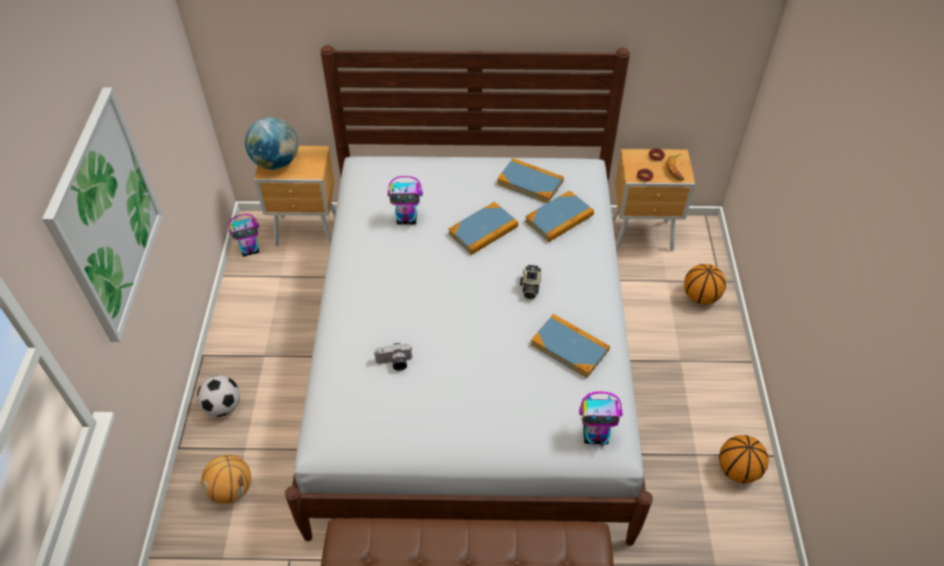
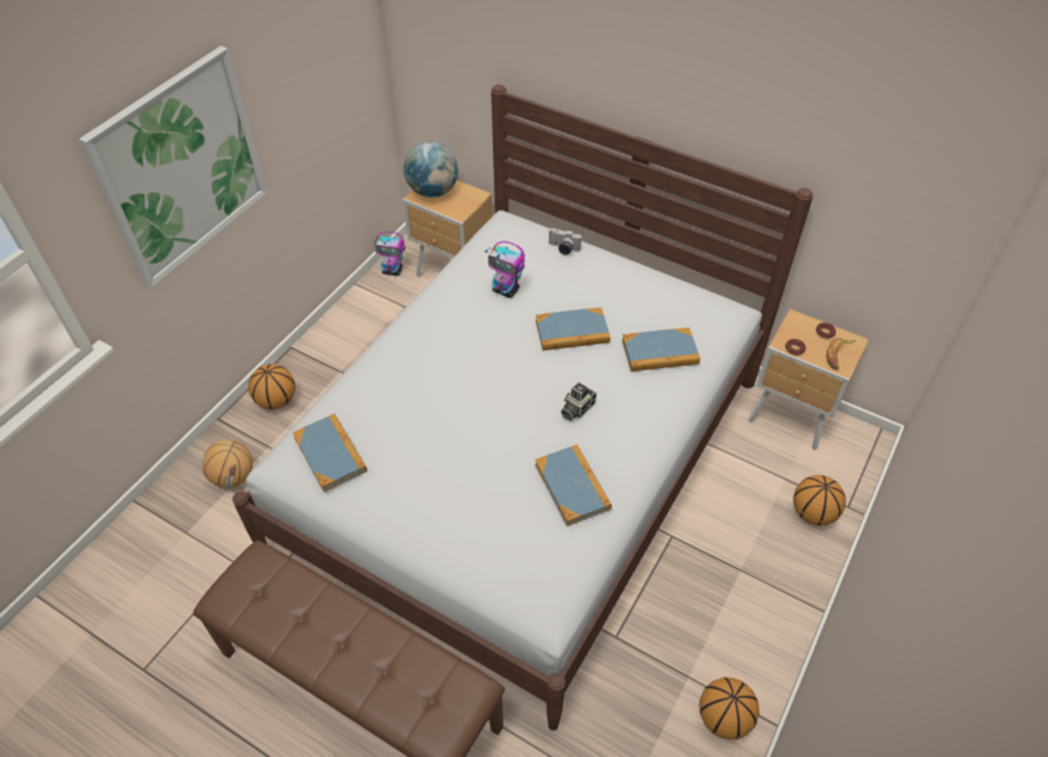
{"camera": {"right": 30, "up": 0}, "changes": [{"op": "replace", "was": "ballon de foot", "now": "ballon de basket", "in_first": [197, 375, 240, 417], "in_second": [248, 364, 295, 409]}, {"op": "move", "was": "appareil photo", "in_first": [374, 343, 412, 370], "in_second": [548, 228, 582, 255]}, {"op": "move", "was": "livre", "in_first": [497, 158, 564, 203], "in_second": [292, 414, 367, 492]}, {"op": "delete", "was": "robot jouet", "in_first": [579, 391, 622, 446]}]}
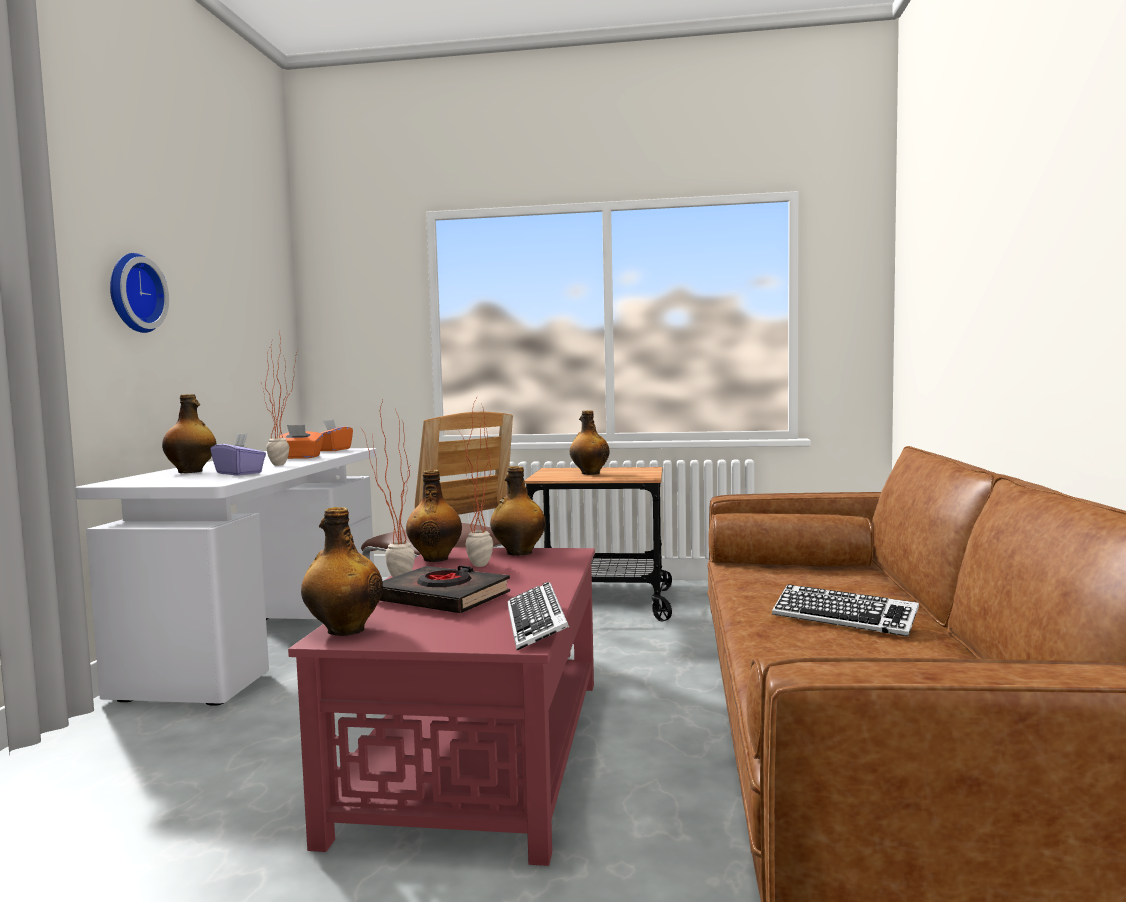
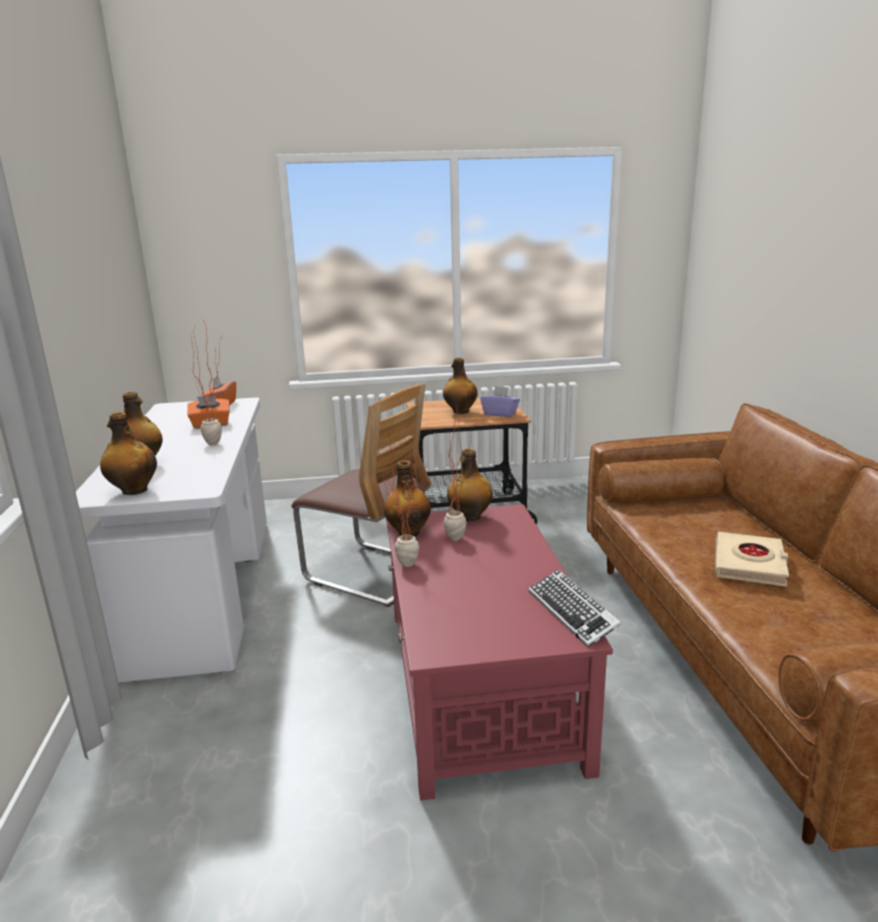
{"camera": {"right": -15, "up": 15}, "changes": [{"op": "delete", "was": "horloge murale", "in_first": [110, 253, 169, 333]}, {"op": "move", "was": "boîte à mouchoirs (violet)", "in_first": [210, 433, 266, 476], "in_second": [480, 386, 520, 417]}, {"op": "move", "was": "bouteille", "in_first": [301, 507, 383, 636], "in_second": [100, 412, 157, 495]}, {"op": "delete", "was": "livre (noir)", "in_first": [379, 565, 510, 613]}, {"op": "replace", "was": "clavier", "now": "livre (beige)", "in_first": [772, 584, 919, 637], "in_second": [715, 532, 789, 587]}]}
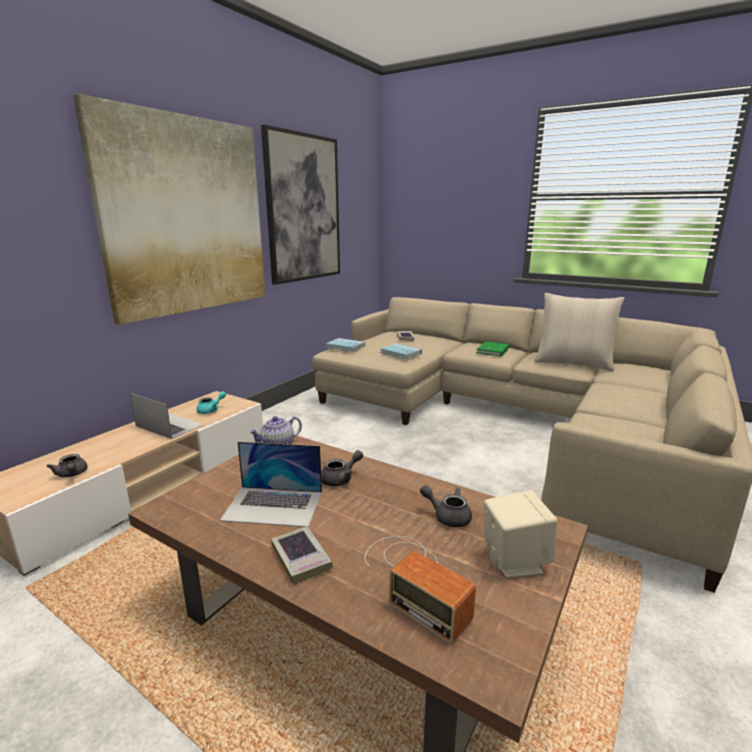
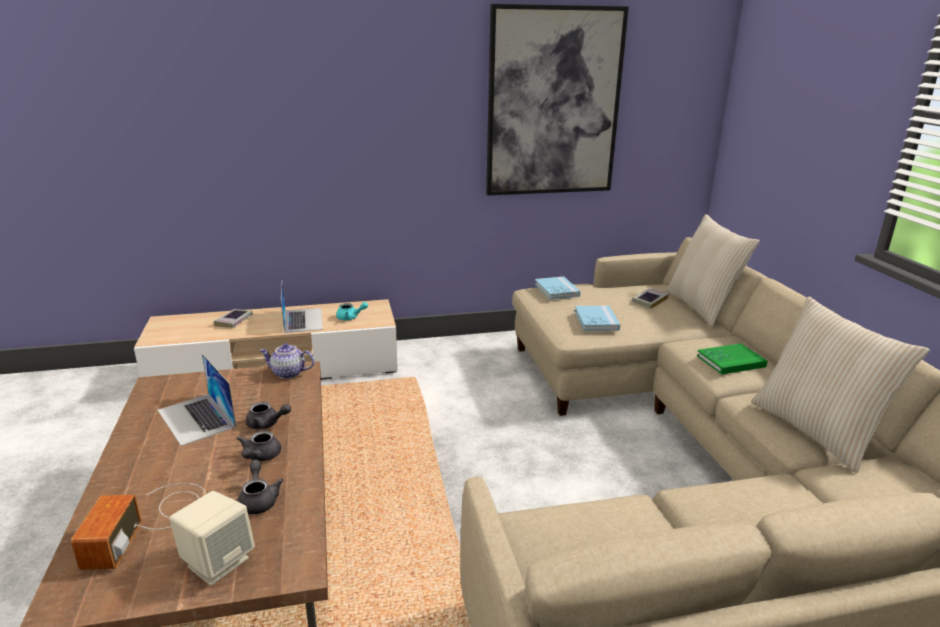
{"camera": {"right": 45, "up": 5}, "changes": [{"op": "move", "was": "théière (gris)", "in_first": [46, 454, 88, 477], "in_second": [237, 431, 281, 461]}, {"op": "delete", "was": "tableau", "in_first": [73, 94, 265, 325]}, {"op": "move", "was": "livre", "in_first": [271, 526, 333, 585], "in_second": [214, 309, 253, 328]}, {"op": "insert", "now": "coussin (beige)", "in_second": [666, 214, 760, 327]}]}
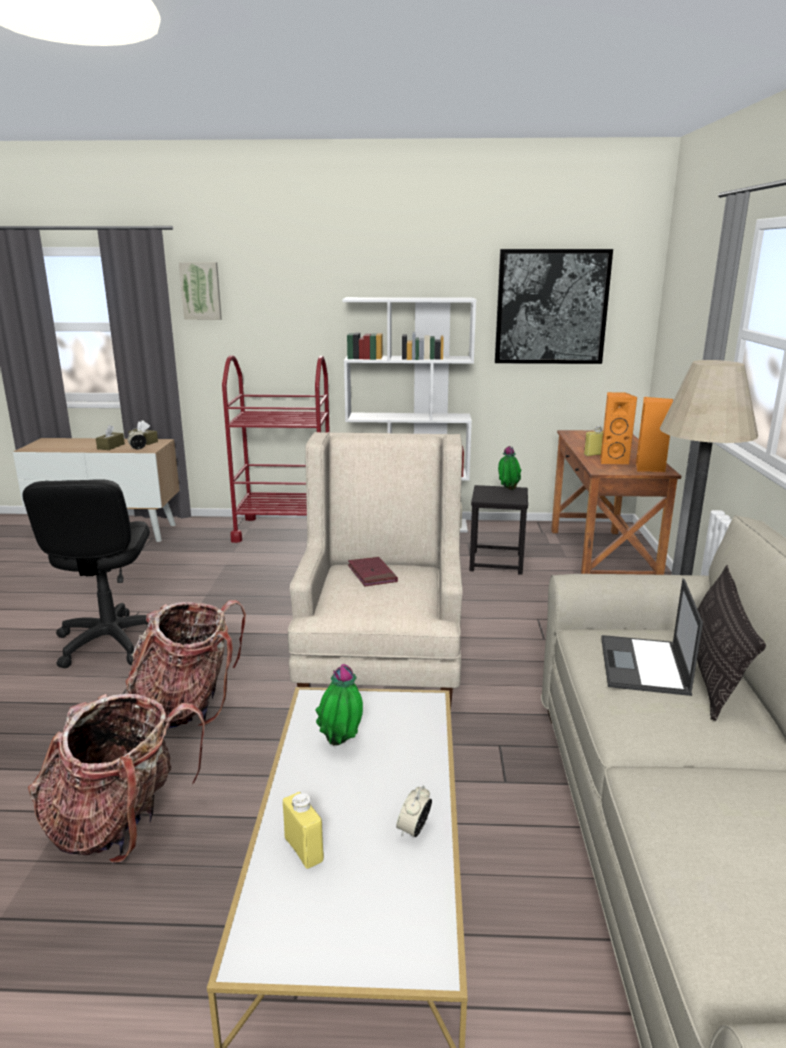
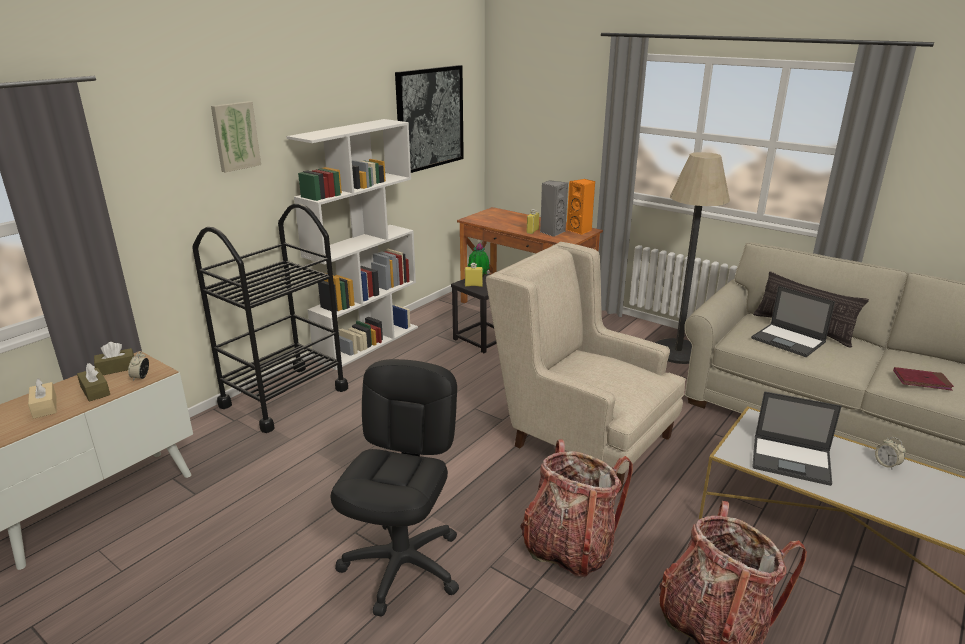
{"camera": {"right": -55, "up": 5}, "changes": [{"op": "rotate", "was": "chaise de bureau (noir)", "in_first": [22, 479, 150, 668], "in_second": [331, 359, 459, 617], "clockwise": -105}, {"op": "move", "was": "tableau", "in_first": [179, 262, 222, 320], "in_second": [211, 101, 261, 172]}, {"op": "recolor", "was": "chariot (rouge)", "now": "chariot (noir)", "in_first": [222, 355, 330, 543], "in_second": [192, 203, 348, 433]}, {"op": "move", "was": "bouteille (jaune)", "in_first": [283, 792, 324, 869], "in_second": [465, 263, 483, 287]}, {"op": "replace", "was": "plante en pot", "now": "ordinateur portable", "in_first": [315, 664, 363, 746], "in_second": [752, 391, 842, 486]}, {"op": "move", "was": "livre (rouge)", "in_first": [348, 557, 398, 586], "in_second": [893, 367, 954, 391]}, {"op": "recolor", "was": "enceinte (orange)", "now": "enceinte (gris)", "in_first": [601, 392, 637, 464], "in_second": [540, 180, 568, 237]}, {"op": "insert", "now": "boîte à mouchoirs (beige)", "in_second": [28, 378, 57, 419]}]}
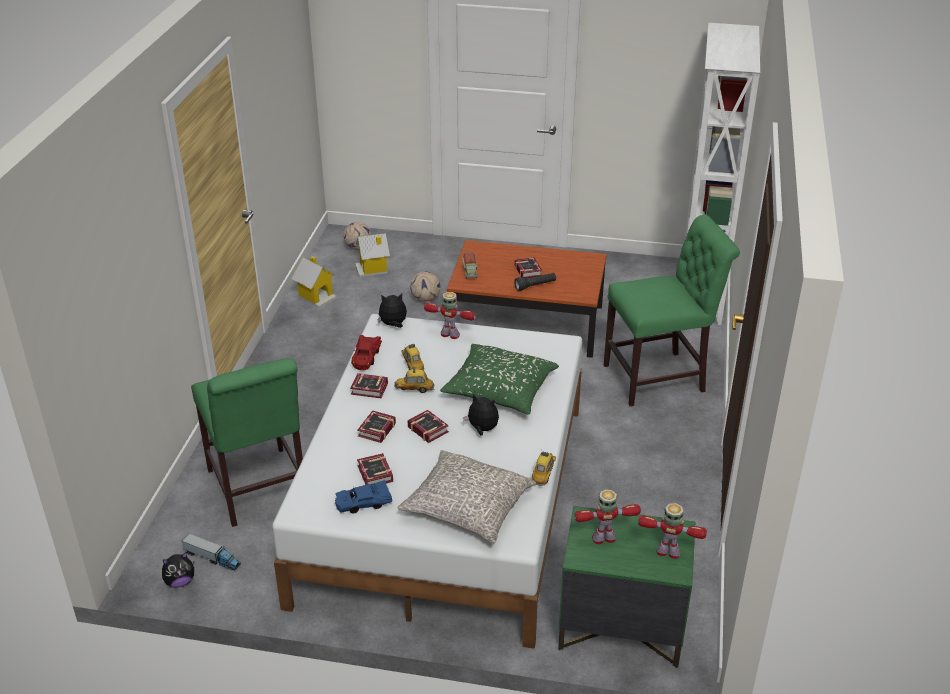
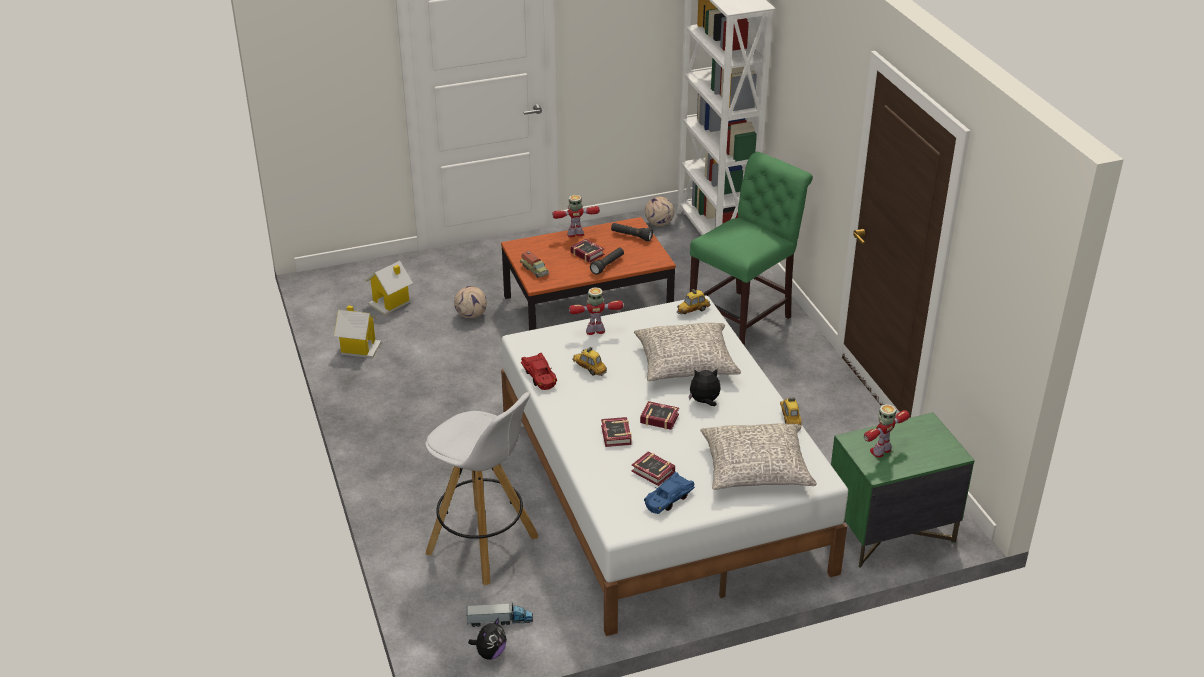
{"camera": {"right": -30, "up": 0}, "changes": [{"op": "replace", "was": "chaise (vert)", "now": "tabouret (blanc)", "in_first": [191, 358, 303, 527], "in_second": [425, 392, 538, 586]}, {"op": "move", "was": "ballon de foot", "in_first": [343, 222, 372, 250], "in_second": [645, 197, 674, 226]}, {"op": "delete", "was": "livre", "in_first": [350, 373, 388, 398]}, {"op": "delete", "was": "peluche", "in_first": [377, 294, 407, 328]}, {"op": "move", "was": "petite voiture", "in_first": [394, 367, 434, 393], "in_second": [677, 289, 710, 314]}, {"op": "recolor", "was": "coussin (vert)", "now": "coussin (gris)", "in_first": [440, 344, 559, 415], "in_second": [634, 323, 741, 381]}, {"op": "move", "was": "robot jouet", "in_first": [638, 503, 707, 559], "in_second": [552, 195, 600, 238]}, {"op": "insert", "now": "lampe de poche (noir)", "in_second": [611, 223, 653, 241]}]}
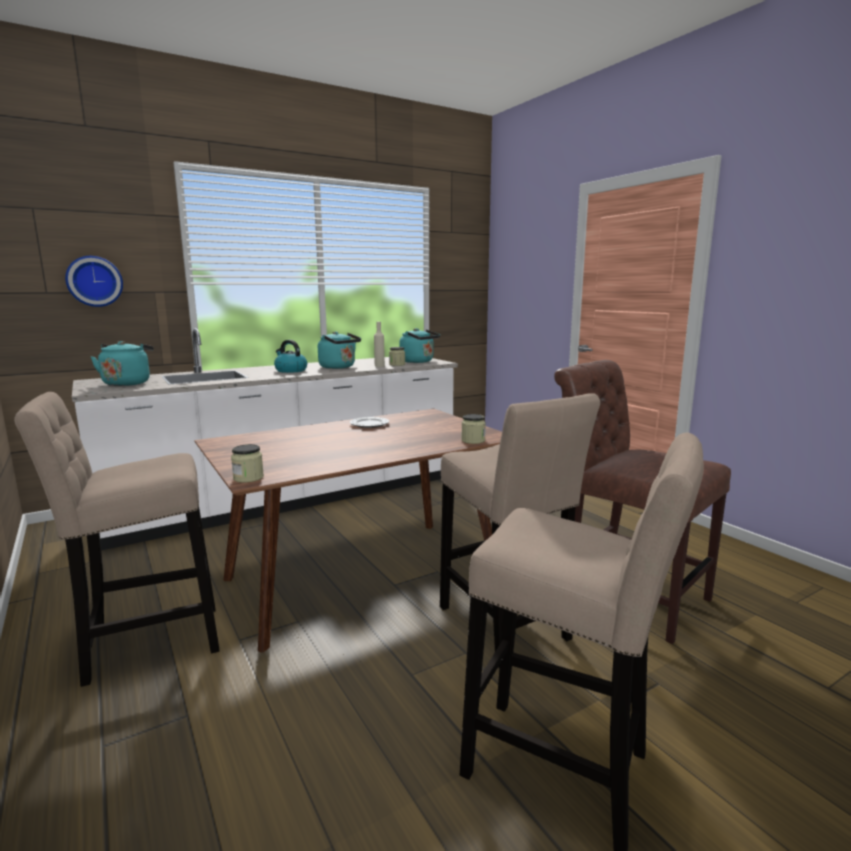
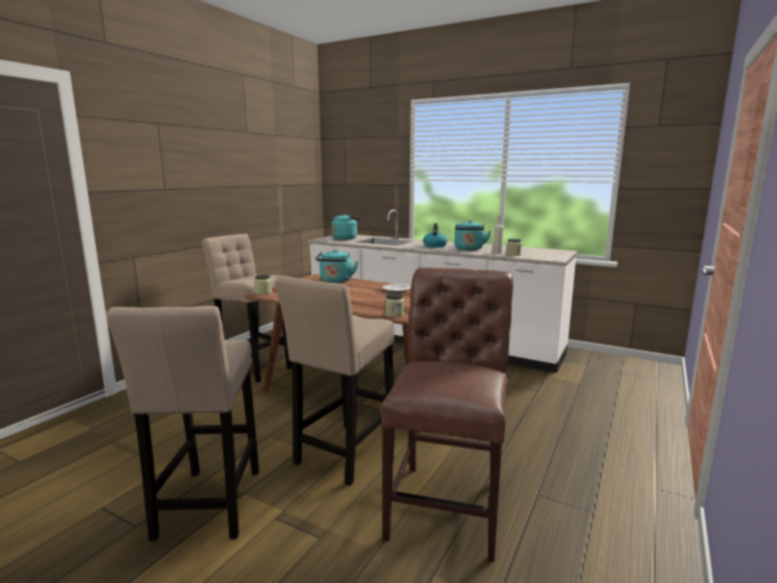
{"camera": {"right": 60, "up": 0}, "changes": [{"op": "delete", "was": "horloge murale", "in_first": [65, 256, 123, 307]}, {"op": "move", "was": "bouilloire (turquoise)", "in_first": [399, 328, 440, 363], "in_second": [316, 249, 359, 283]}]}
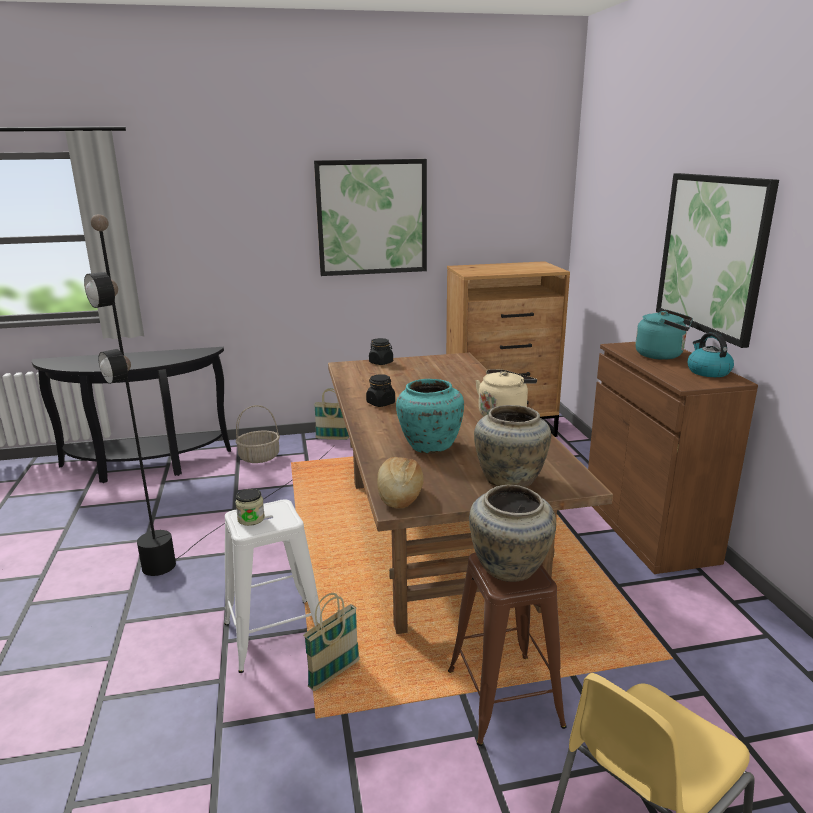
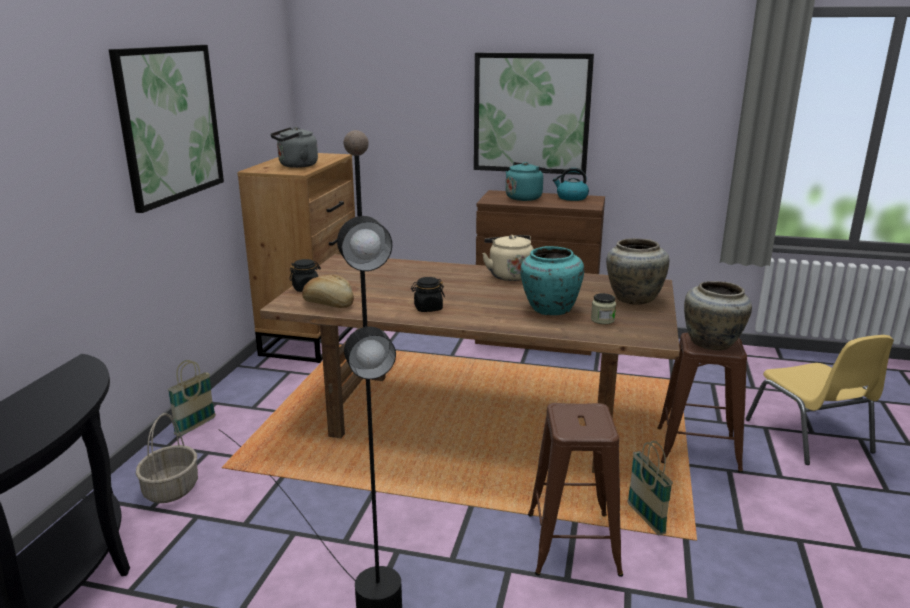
{"camera": {"right": -65, "up": 0}, "changes": [{"op": "recolor", "was": "tabouret (blanc)", "now": "tabouret (marron)", "in_first": [224, 500, 323, 673], "in_second": [528, 403, 623, 577]}, {"op": "move", "was": "bocal", "in_first": [235, 489, 265, 526], "in_second": [591, 293, 616, 324]}, {"op": "move", "was": "pain", "in_first": [377, 457, 424, 508], "in_second": [302, 275, 354, 308]}, {"op": "insert", "now": "bouilloire (gris)", "in_second": [270, 127, 318, 168]}]}
